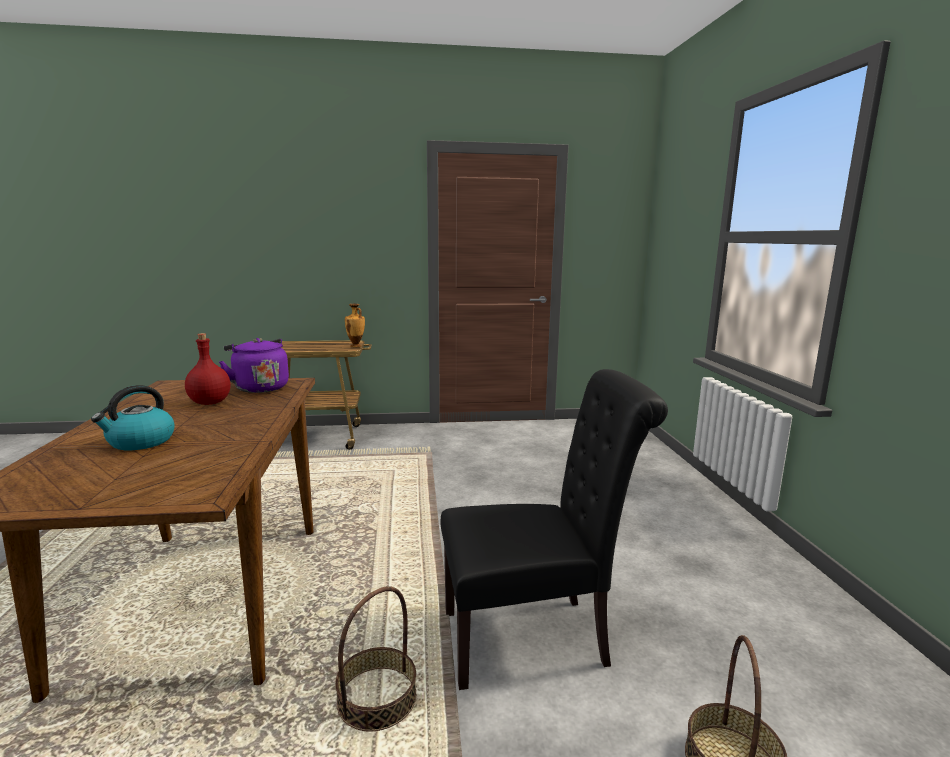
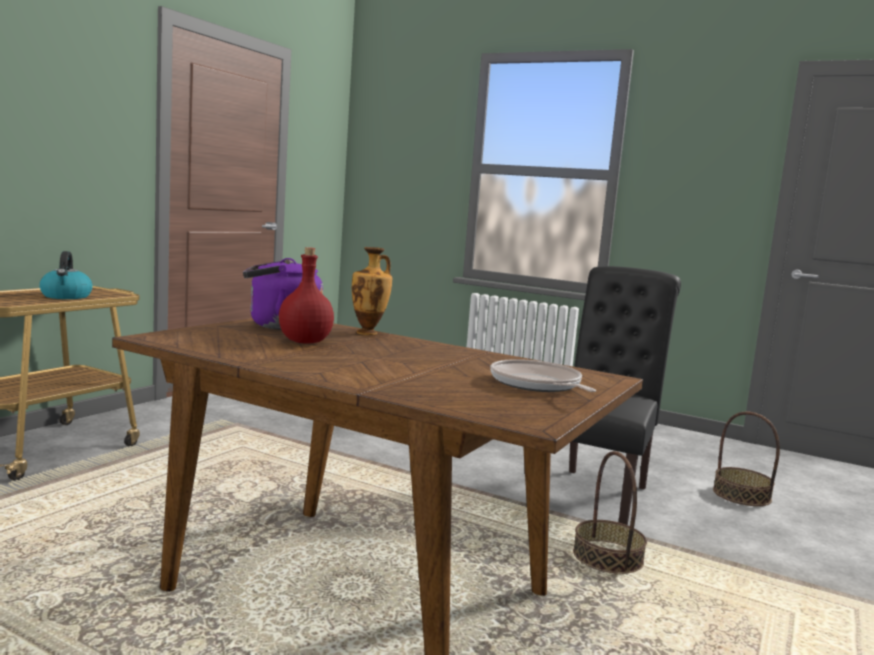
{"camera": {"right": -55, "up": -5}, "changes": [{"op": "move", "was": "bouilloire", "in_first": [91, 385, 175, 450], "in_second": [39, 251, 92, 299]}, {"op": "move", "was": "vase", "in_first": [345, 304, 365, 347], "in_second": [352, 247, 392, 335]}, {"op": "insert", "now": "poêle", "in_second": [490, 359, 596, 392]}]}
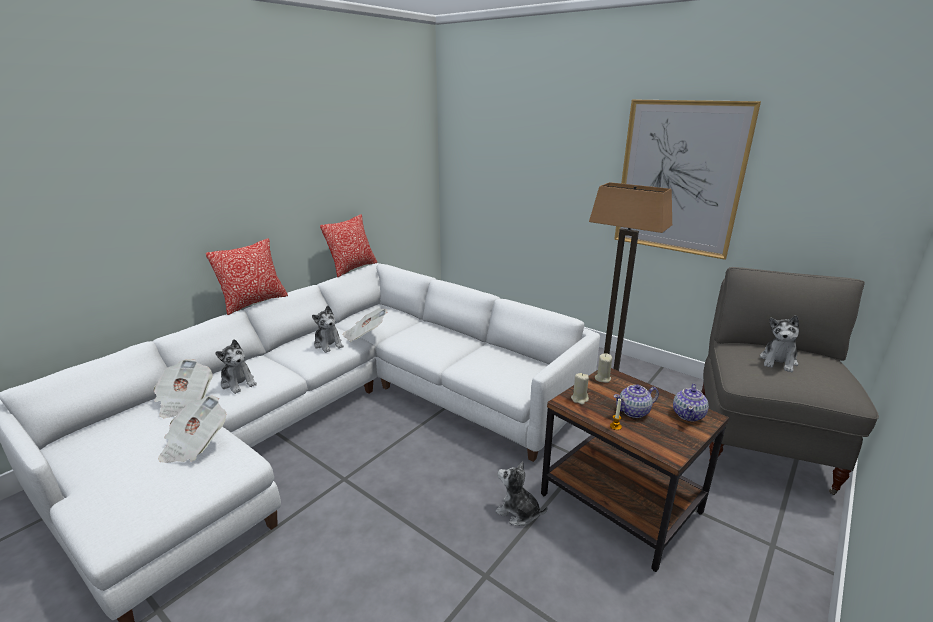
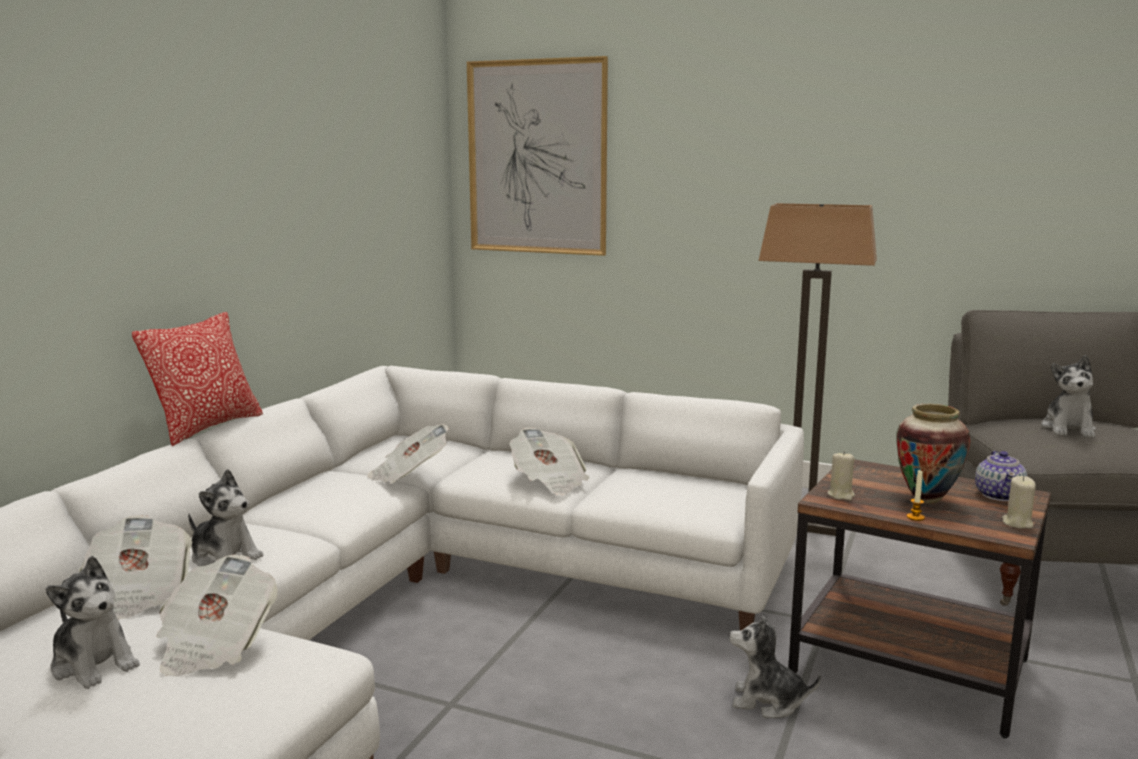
{"camera": {"right": -15, "up": -10}, "changes": [{"op": "move", "was": "peluche", "in_first": [312, 306, 344, 353], "in_second": [46, 556, 140, 689]}, {"op": "delete", "was": "coussin", "in_first": [320, 214, 377, 277]}, {"op": "move", "was": "bougie (beige)", "in_first": [595, 353, 612, 383], "in_second": [1002, 476, 1036, 528]}, {"op": "move", "was": "tableau", "in_first": [614, 100, 761, 260], "in_second": [467, 56, 608, 256]}, {"op": "replace", "was": "théière", "now": "vase", "in_first": [614, 384, 659, 418], "in_second": [897, 404, 971, 504]}, {"op": "insert", "now": "journal", "in_second": [509, 427, 589, 495]}]}
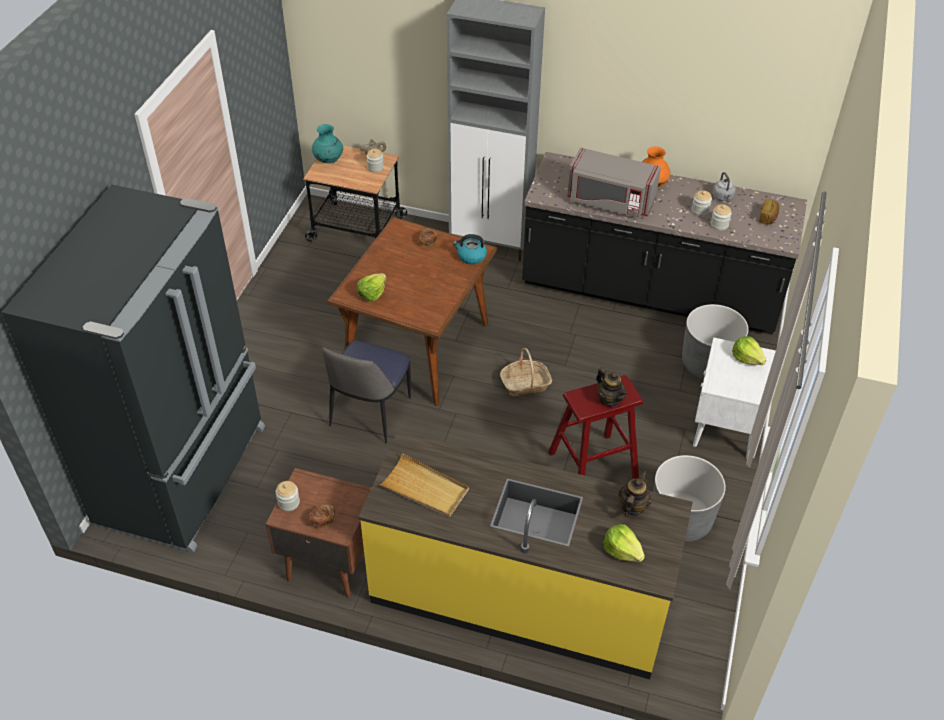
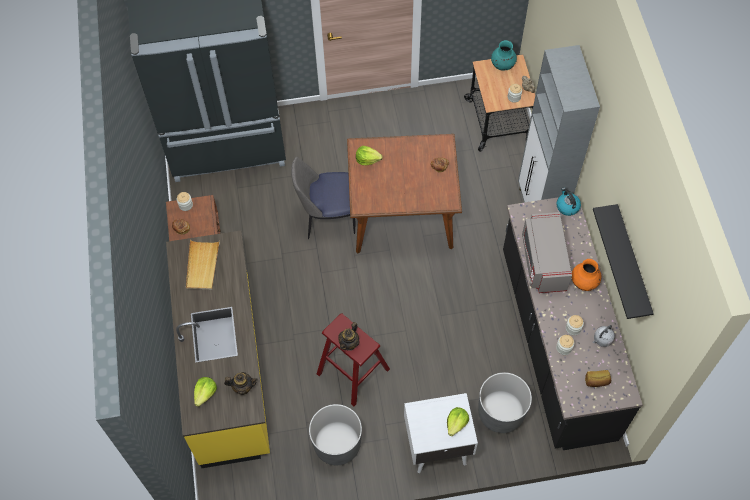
{"camera": {"right": 65, "up": 15}, "changes": [{"op": "move", "was": "bouilloire", "in_first": [453, 234, 487, 264], "in_second": [556, 188, 581, 216]}, {"op": "delete", "was": "panier", "in_first": [500, 348, 552, 396]}, {"op": "insert", "now": "étagère (noir)", "in_second": [593, 204, 654, 319]}]}
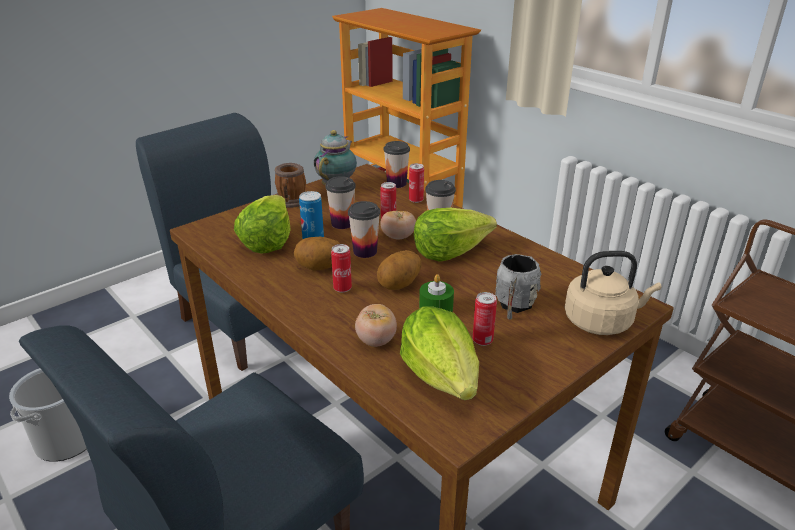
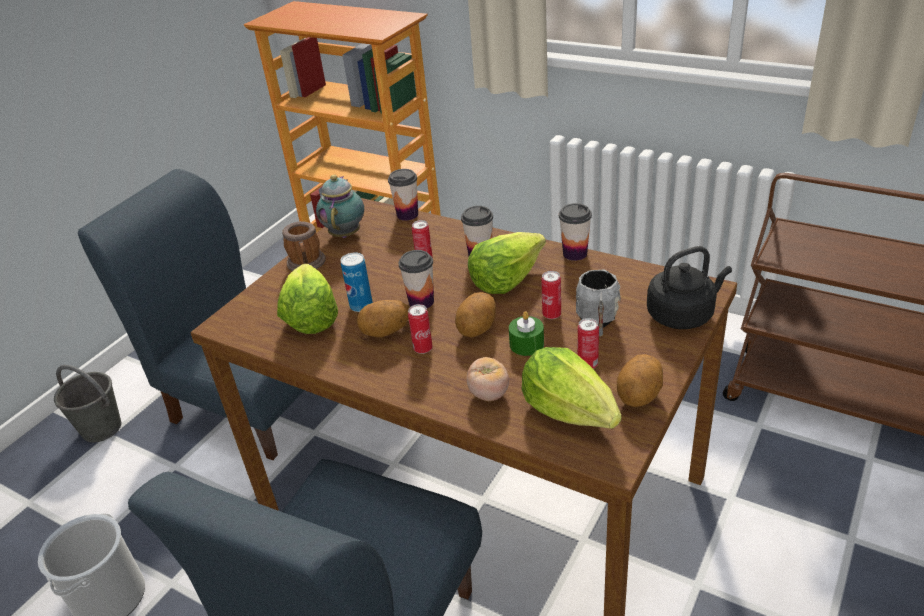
{"camera": {"right": -15, "up": 5}, "changes": [{"op": "move", "was": "tasse", "in_first": [325, 176, 356, 229], "in_second": [559, 203, 592, 261]}, {"op": "delete", "was": "tomate", "in_first": [380, 210, 416, 239]}, {"op": "move", "was": "boîte métallique", "in_first": [409, 163, 424, 203], "in_second": [541, 271, 561, 319]}, {"op": "recolor", "was": "bouilloire (beige)", "now": "bouilloire (noir)", "in_first": [565, 251, 661, 335], "in_second": [647, 246, 732, 329]}, {"op": "insert", "now": "seau (gris)", "in_second": [54, 365, 121, 442]}, {"op": "insert", "now": "pomme de terre", "in_second": [617, 354, 663, 407]}]}
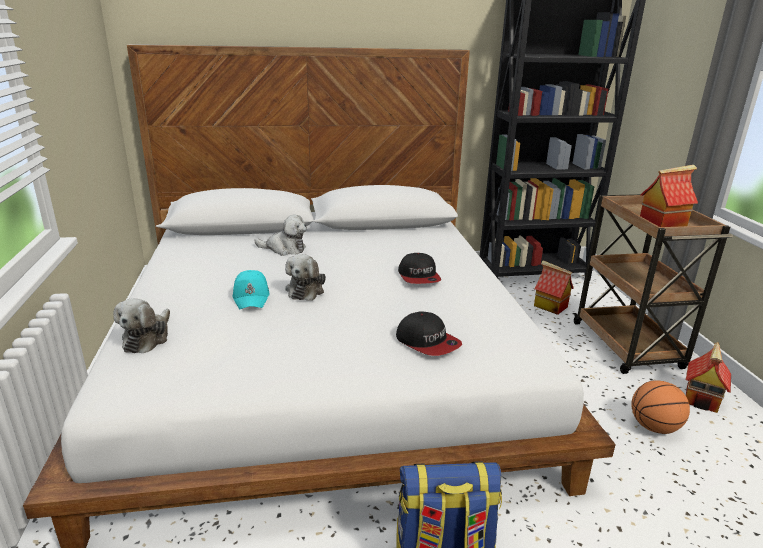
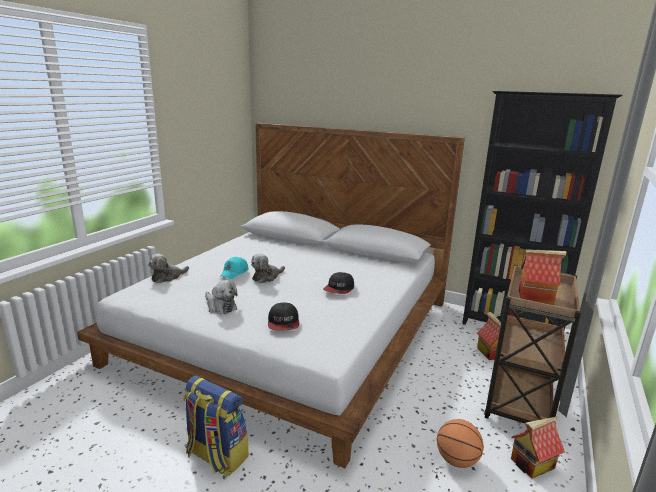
{"camera": {"right": 35, "up": -5}, "changes": [{"op": "move", "was": "peluche", "in_first": [254, 215, 307, 256], "in_second": [205, 280, 237, 314]}]}
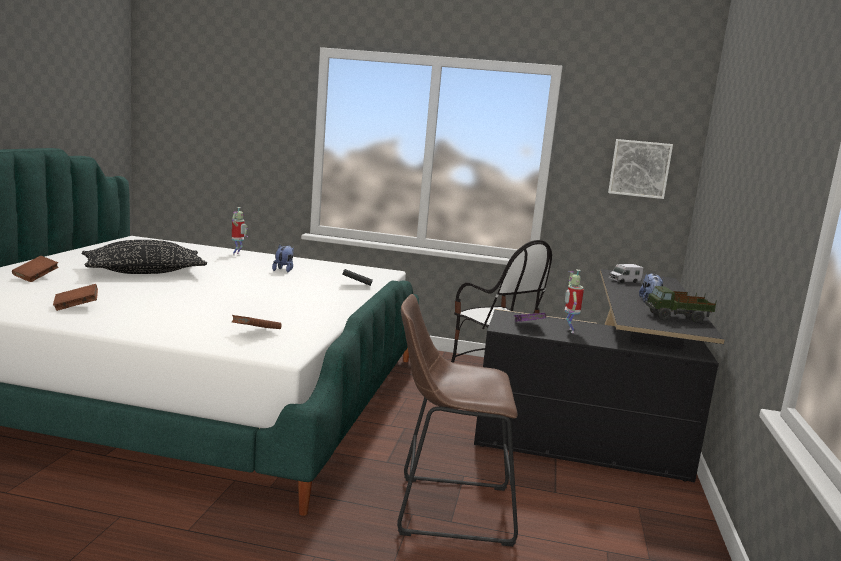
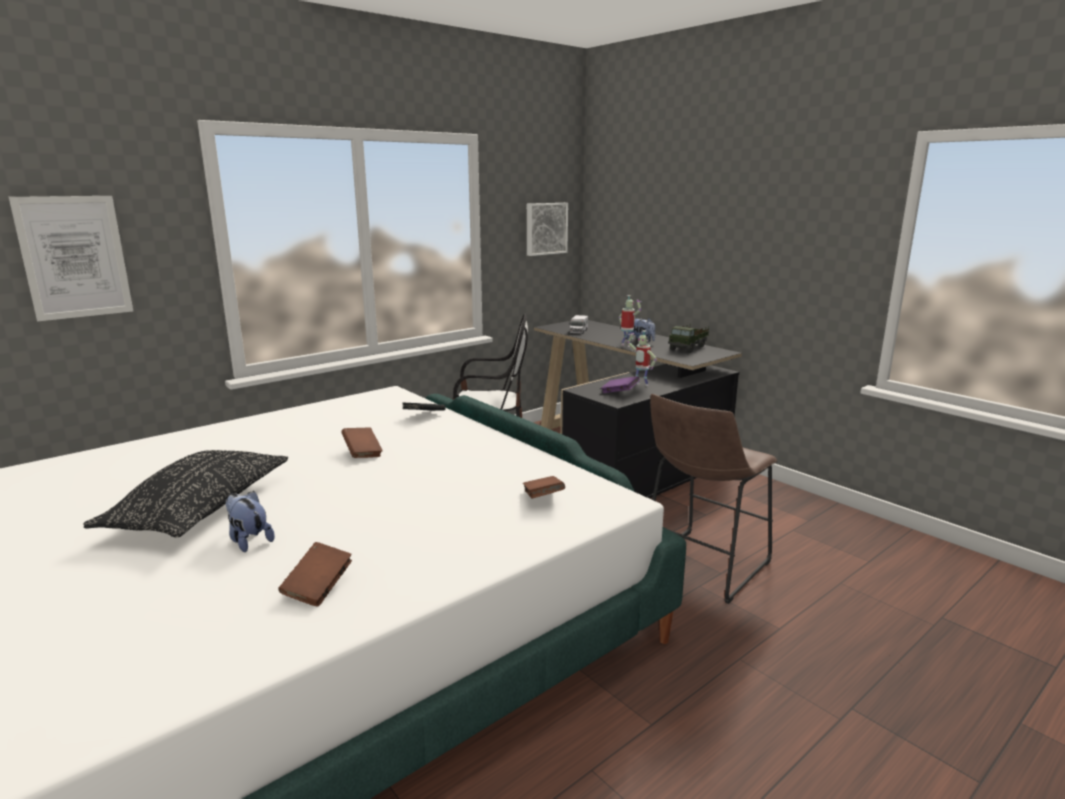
{"camera": {"right": -50, "up": 5}, "changes": [{"op": "move", "was": "livre (marron)", "in_first": [12, 256, 58, 282], "in_second": [341, 427, 383, 458]}, {"op": "move", "was": "robot jouet", "in_first": [232, 207, 248, 255], "in_second": [619, 295, 641, 347]}, {"op": "move", "was": "peluche", "in_first": [272, 244, 294, 272], "in_second": [225, 491, 275, 552]}, {"op": "insert", "now": "tableau", "in_second": [9, 196, 133, 322]}]}
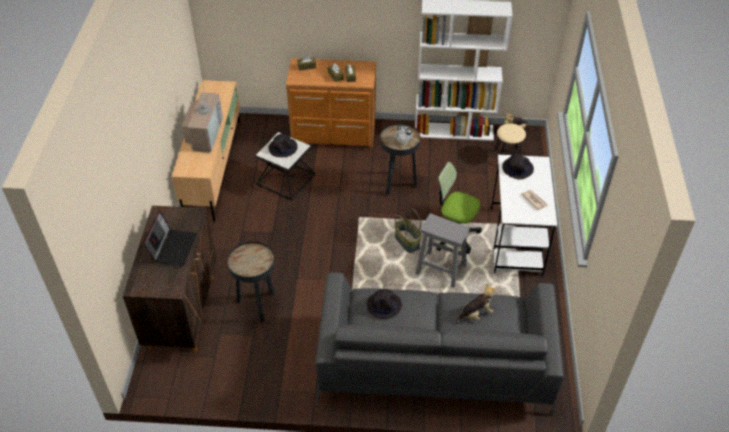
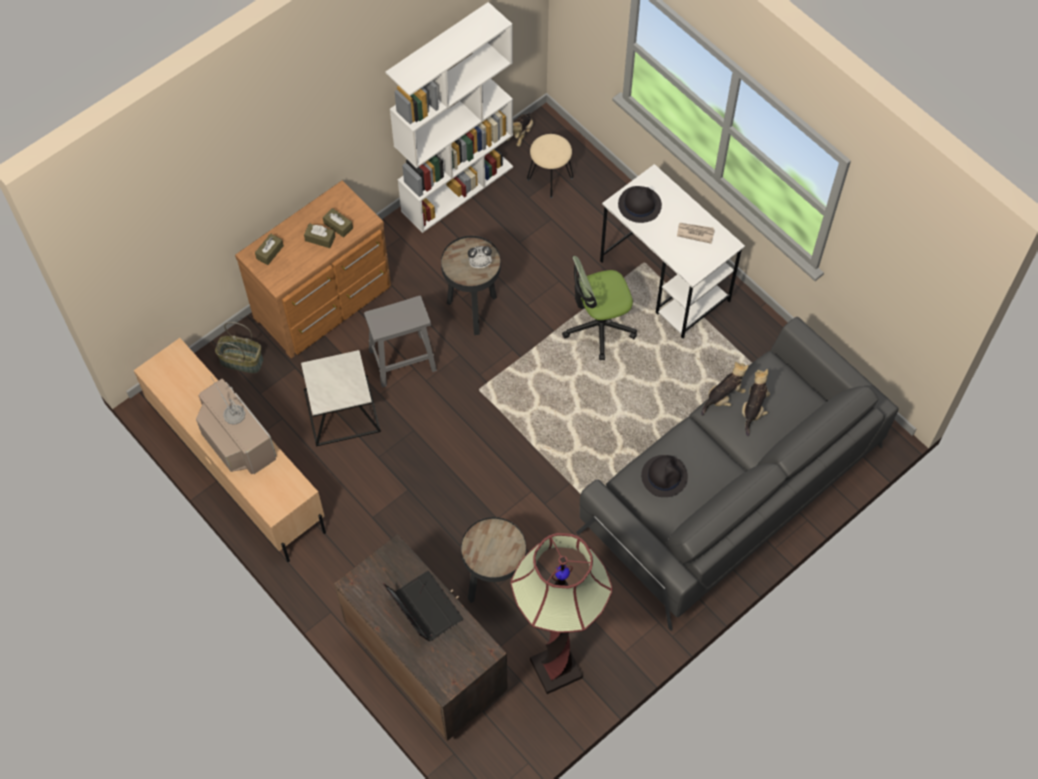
{"camera": {"right": -45, "up": 15}, "changes": [{"op": "delete", "was": "chapeau (noir)", "in_first": [269, 134, 298, 157]}, {"op": "move", "was": "panier", "in_first": [395, 209, 422, 253], "in_second": [215, 322, 264, 373]}, {"op": "move", "was": "tabouret (gris)", "in_first": [415, 213, 470, 288], "in_second": [364, 296, 437, 388]}, {"op": "insert", "now": "lampadaire", "in_second": [511, 533, 612, 694]}, {"op": "insert", "now": "peluche", "in_second": [701, 361, 749, 416]}]}
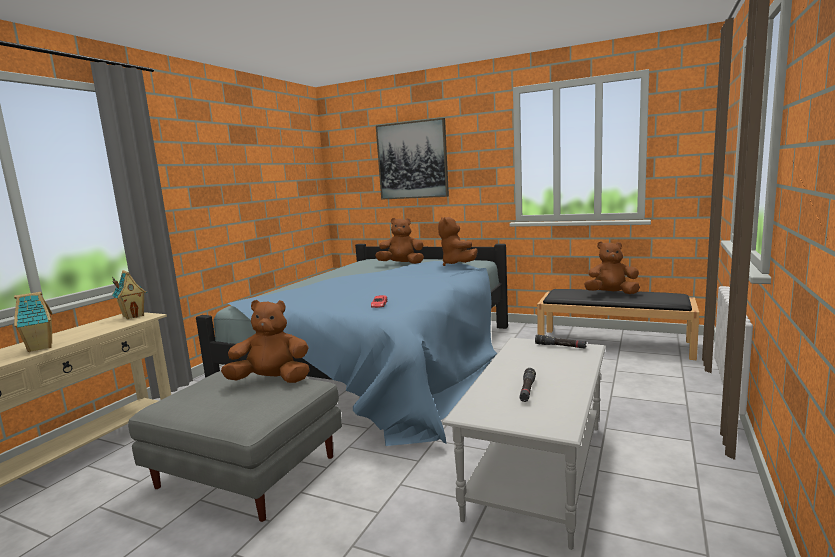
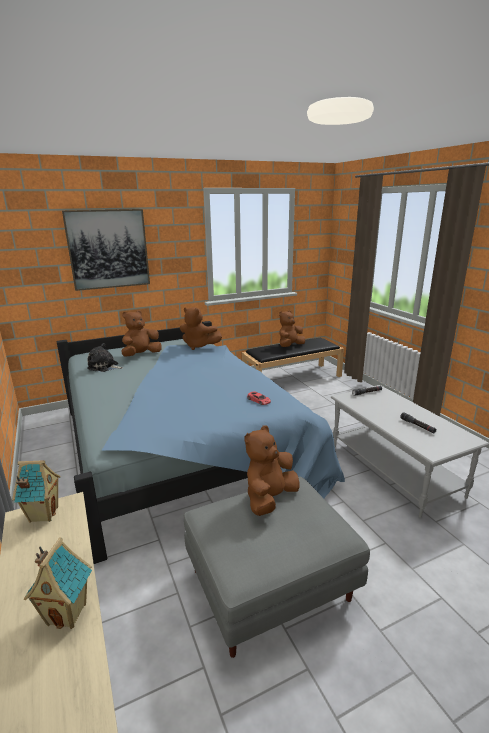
{"camera": {"right": -50, "up": 10}, "changes": [{"op": "insert", "now": "peluche", "in_second": [87, 343, 124, 372]}]}
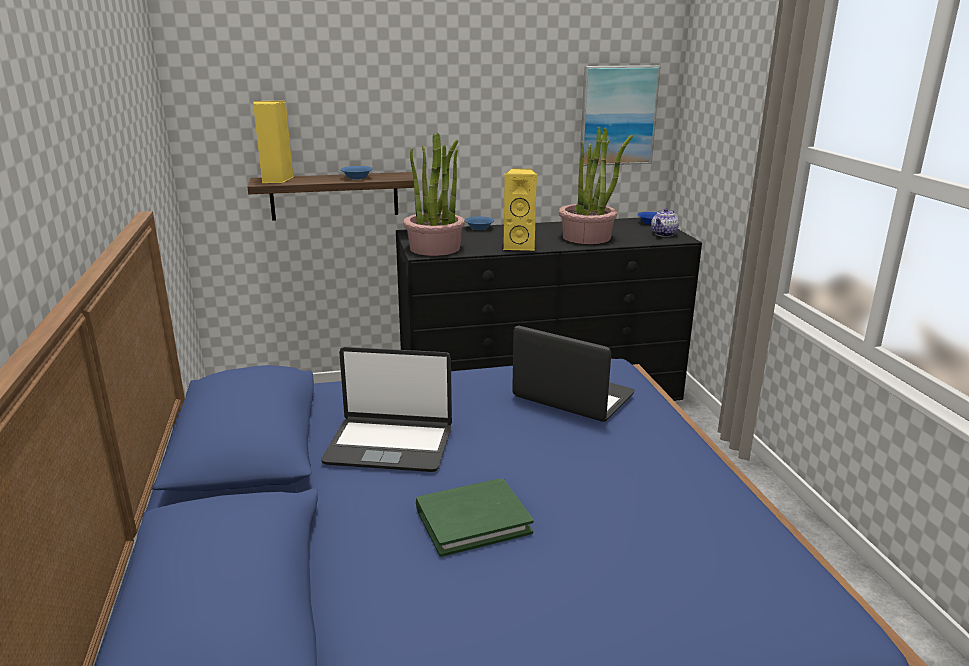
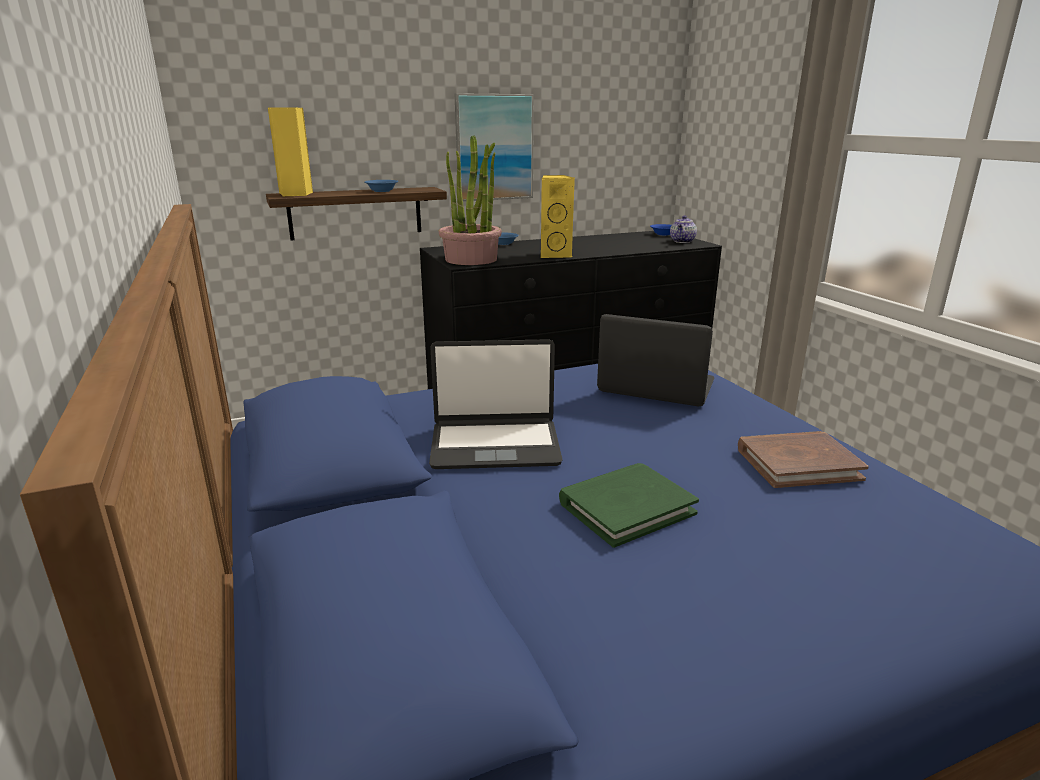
{"camera": {"right": -10, "up": 0}, "changes": [{"op": "delete", "was": "plante en pot", "in_first": [559, 127, 633, 244]}, {"op": "move", "was": "tableau", "in_first": [579, 65, 661, 166], "in_second": [455, 93, 534, 201]}, {"op": "insert", "now": "livre (marron)", "in_second": [738, 431, 869, 488]}]}
